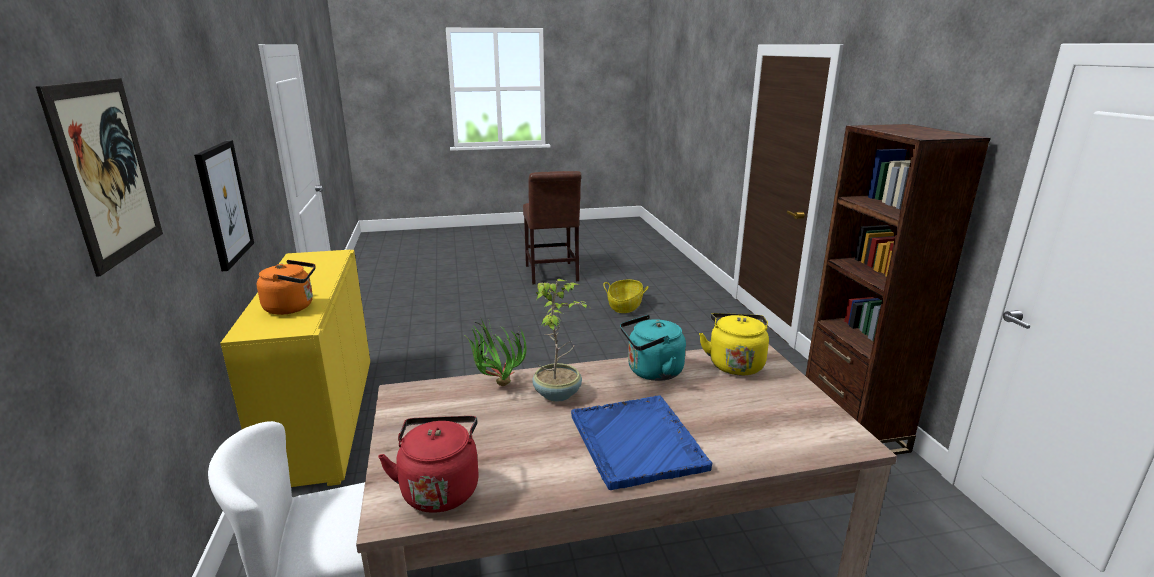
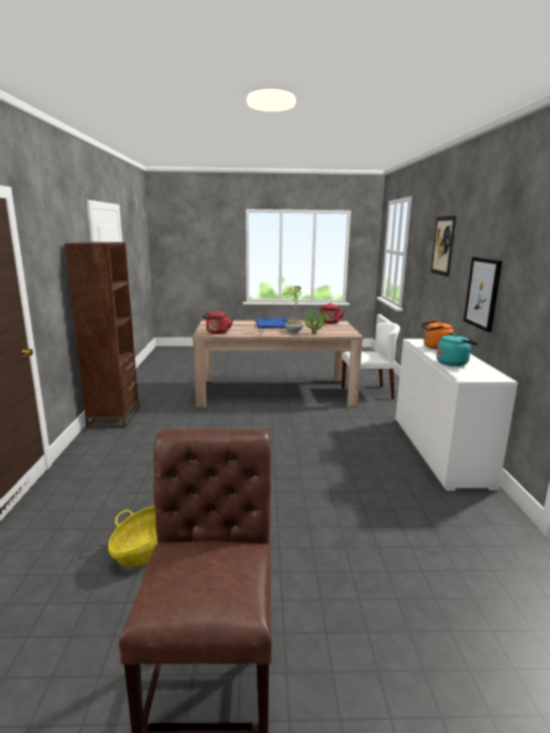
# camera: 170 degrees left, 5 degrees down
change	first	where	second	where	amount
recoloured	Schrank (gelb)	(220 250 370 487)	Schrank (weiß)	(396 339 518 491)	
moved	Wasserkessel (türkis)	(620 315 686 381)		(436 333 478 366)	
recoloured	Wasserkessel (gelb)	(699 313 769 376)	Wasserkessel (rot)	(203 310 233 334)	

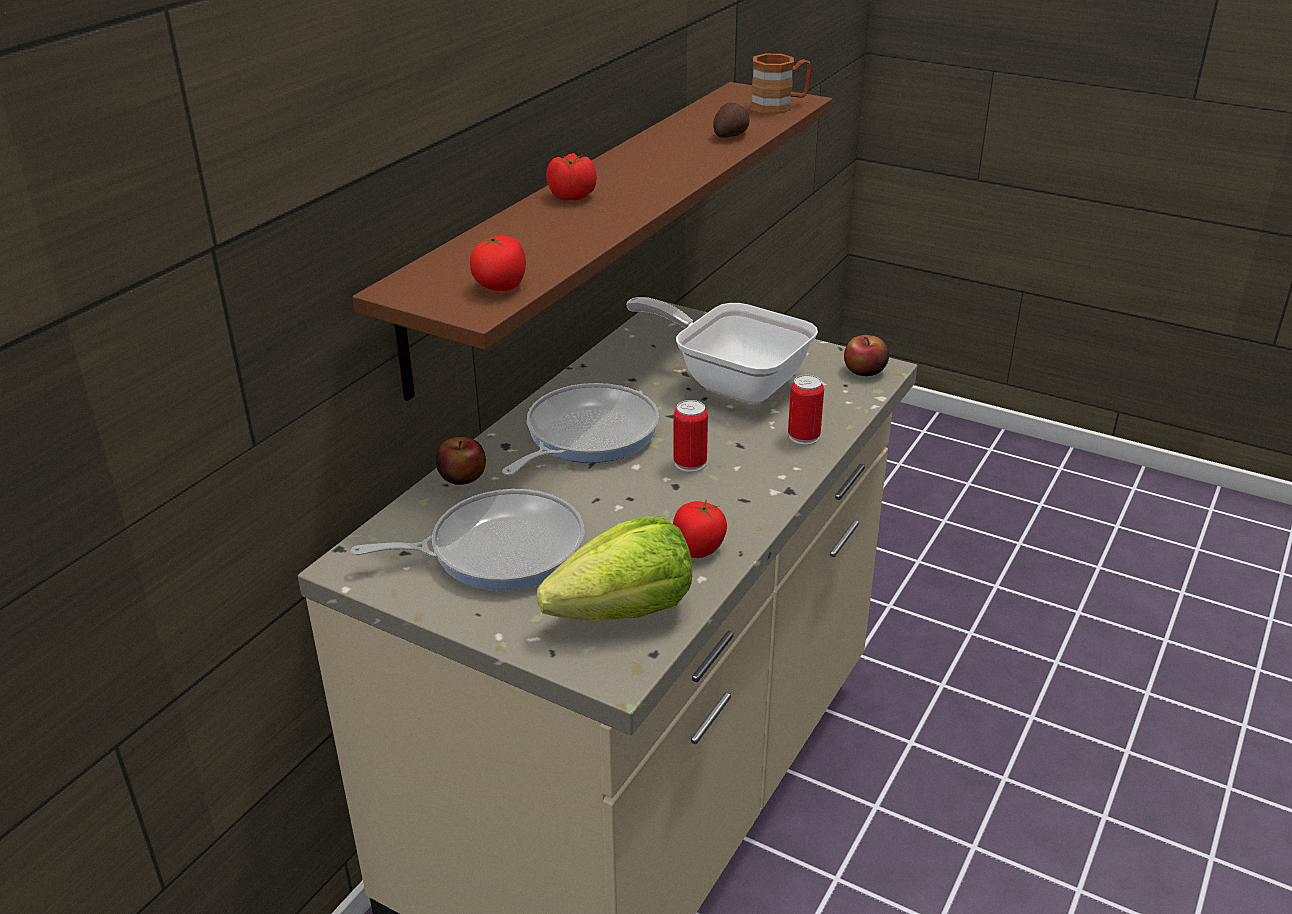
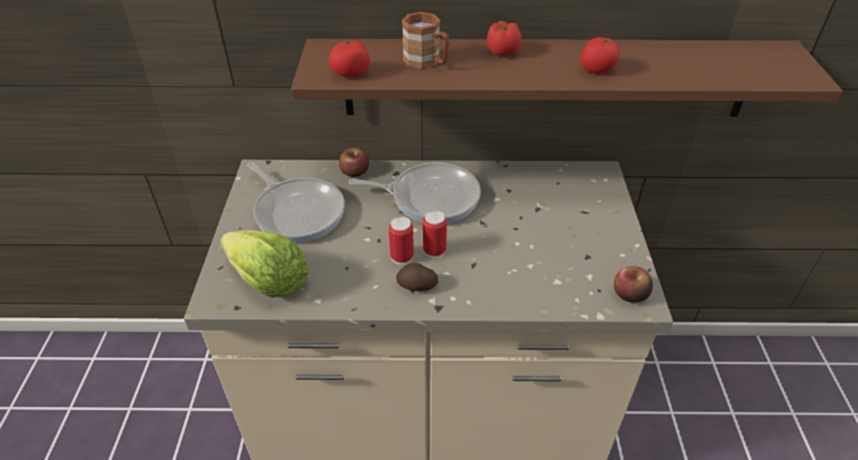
# camera: 60 degrees right, 10 degrees up
change	first	where	second	where	amount
removed	Pfanne	(626 297 818 404)			
moved	Tomate	(673 499 727 558)		(581 37 620 74)	
moved	Kartoffel	(713 103 750 138)		(396 263 438 291)	
moved	Henkelbecher (braun)	(751 54 812 114)		(402 12 449 69)	
moved	Dose	(788 375 824 445)		(389 216 414 265)	

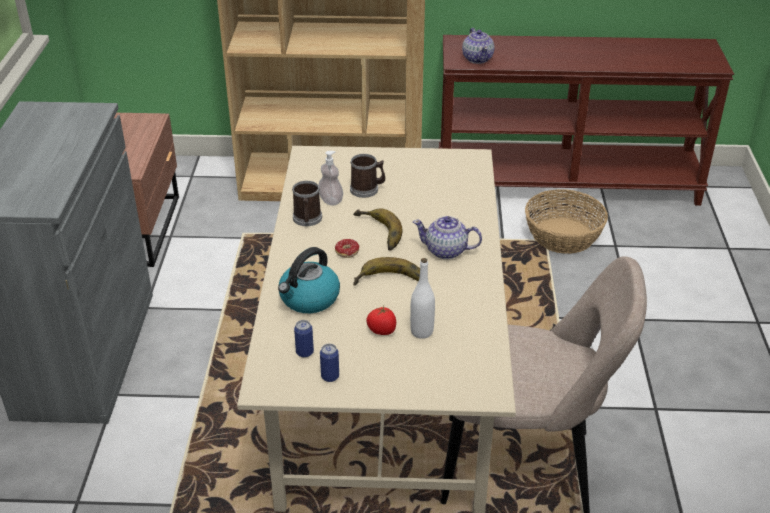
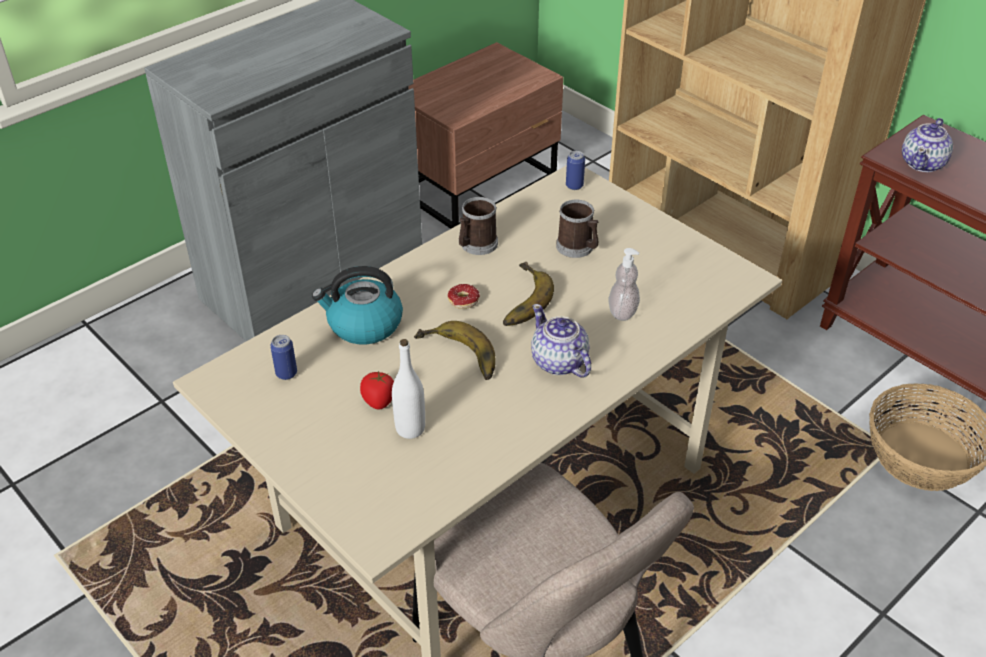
# camera: 45 degrees right, 5 degrees up
change	first	where	second	where	amount
moved	Seifenspender	(319 151 343 206)		(608 248 640 321)	
moved	Dose	(320 344 339 382)		(566 151 585 190)	

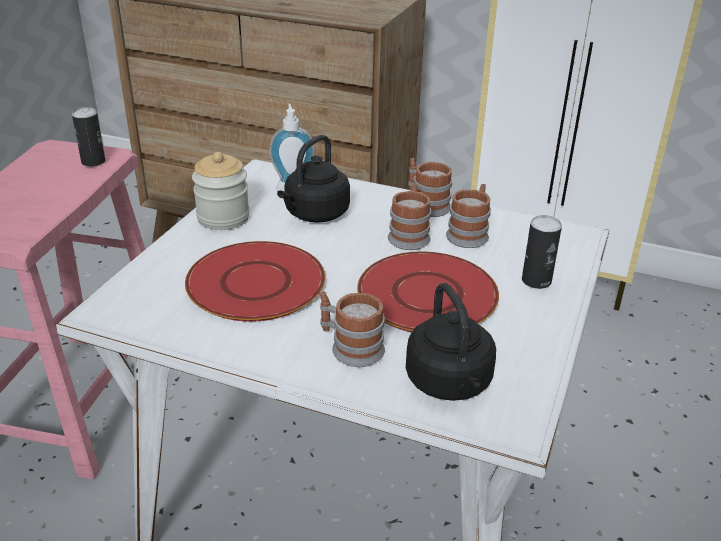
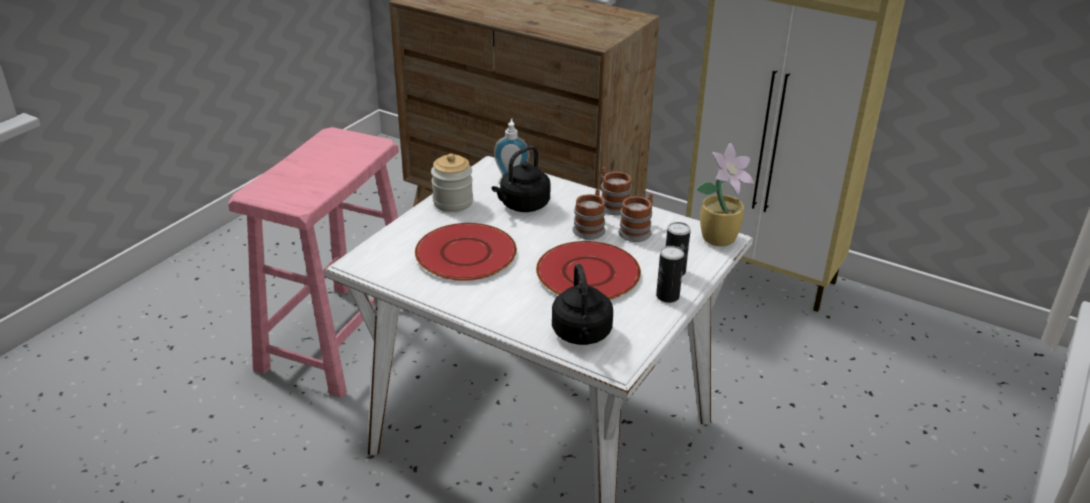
# camera: 10 degrees right, 0 degrees up
change	first	where	second	where	amount
moved	Dose	(72 107 105 167)		(656 246 684 303)	
removed	Henkelbecher	(320 291 385 367)			
added			Topfpflanze	(696 142 754 246)	

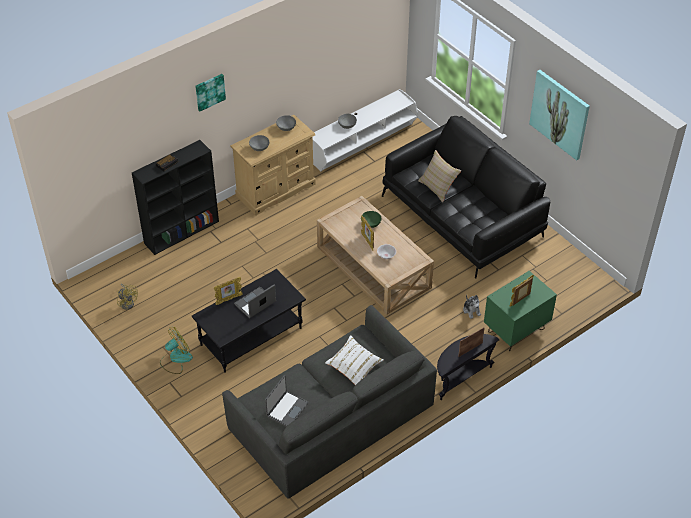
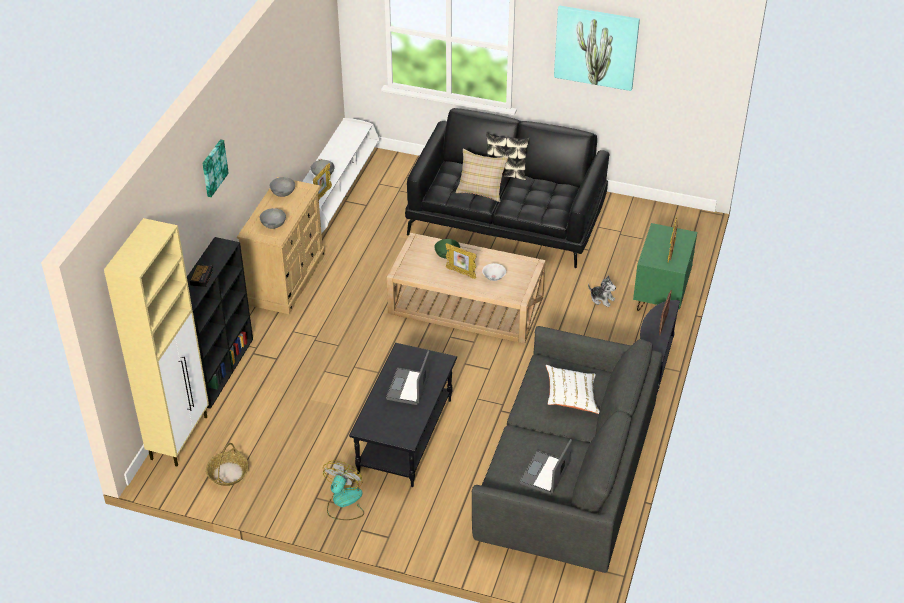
# camera: 35 degrees left, 5 degrees down
change	first	where	second	where	amount
replaced	Ventilator (gelb)	(117 283 138 310)	Korb	(206 443 249 486)	
moved	Bilderrahmen	(214 277 243 305)		(313 163 332 200)	
turned	Laptop	(265 375 308 427)		(519 439 572 495)	150 degrees counterclockwise
added			Schrank (beige)	(104 218 209 466)	
added			Kissen	(486 133 530 180)	

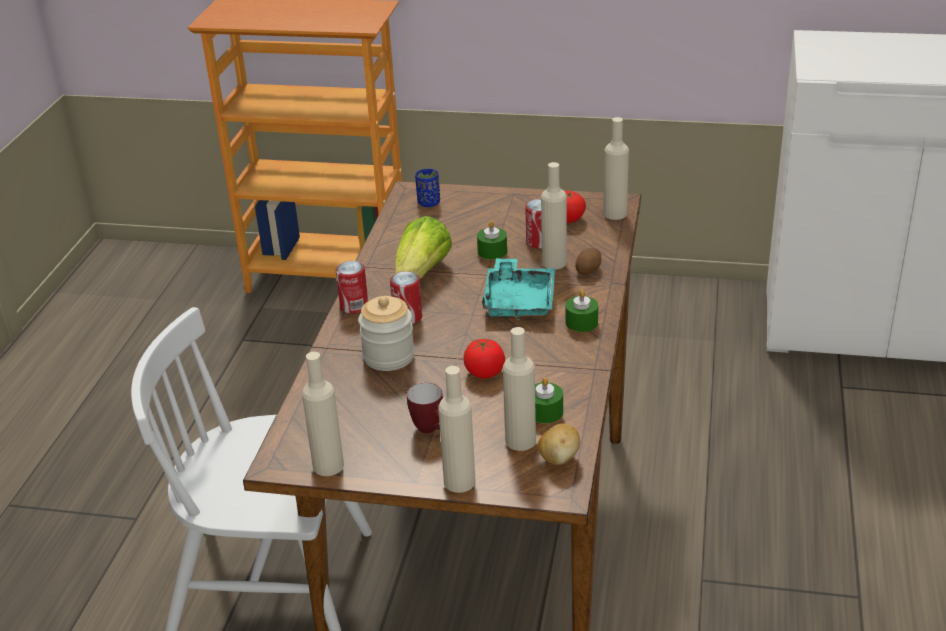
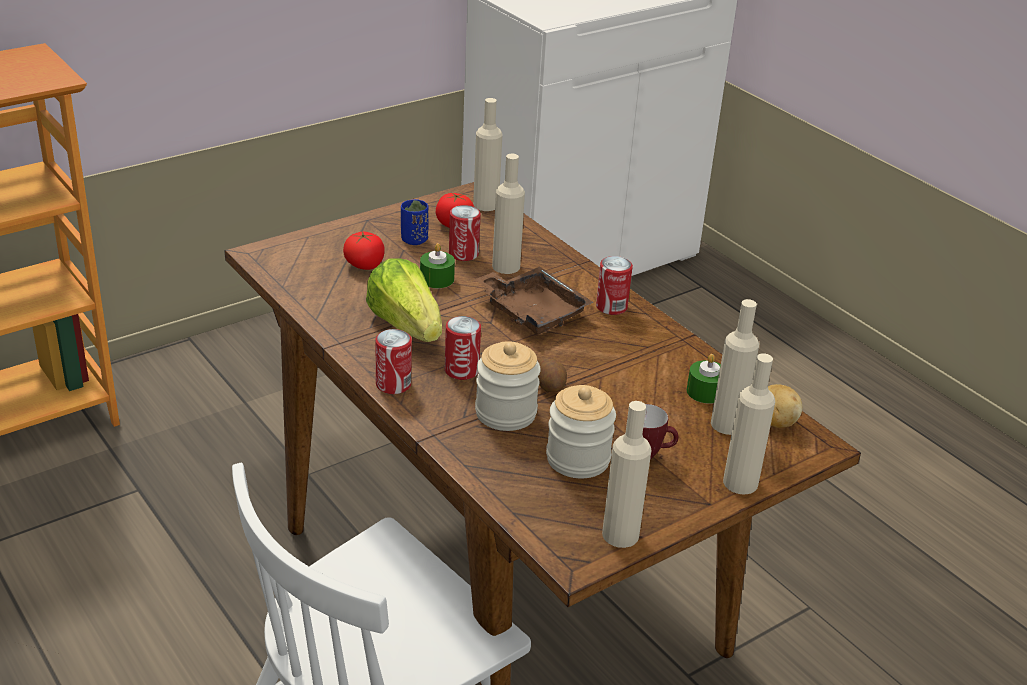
# camera: 50 degrees left, 0 degrees up
change	first	where	second	where	amount
moved	Tasse (blau)	(415 169 440 207)		(401 199 429 245)	
moved	Tomate	(464 339 505 379)		(343 231 385 270)	
recoloured	Tablett (türkis)	(482 258 555 319)	Tablett (braun)	(474 267 594 334)	
replaced	Kerze (grün)	(565 290 598 332)	Dose	(596 256 633 315)	
moved	Kartoffel	(575 248 602 274)		(538 357 567 393)	
added			Vorratsglas	(546 385 616 479)	

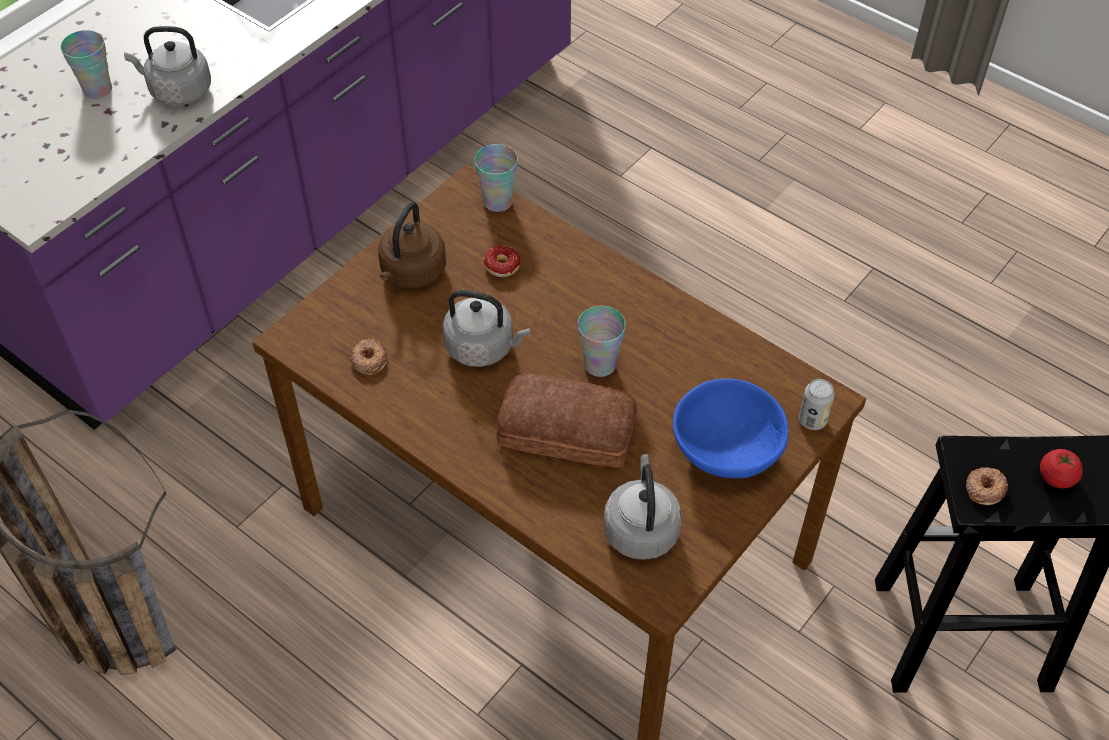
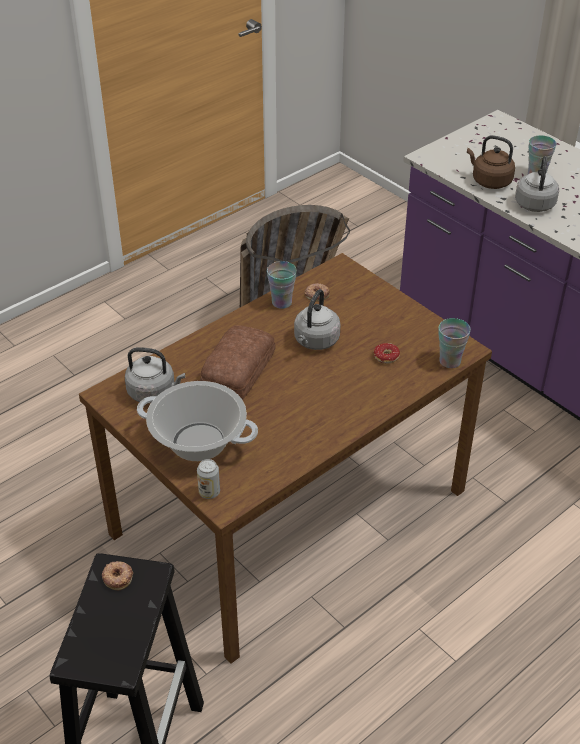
# camera: 100 degrees right, 10 degrees down
change	first	where	second	where	amount
moved	Wasserkessel (braun)	(378 202 446 289)		(467 135 515 189)	
moved	Tasse	(578 306 626 377)		(267 261 297 309)	
replaced	Schüssel (blau)	(673 379 789 478)	Kochtopf	(137 381 258 461)	
removed	Tomate	(1040 449 1083 488)			

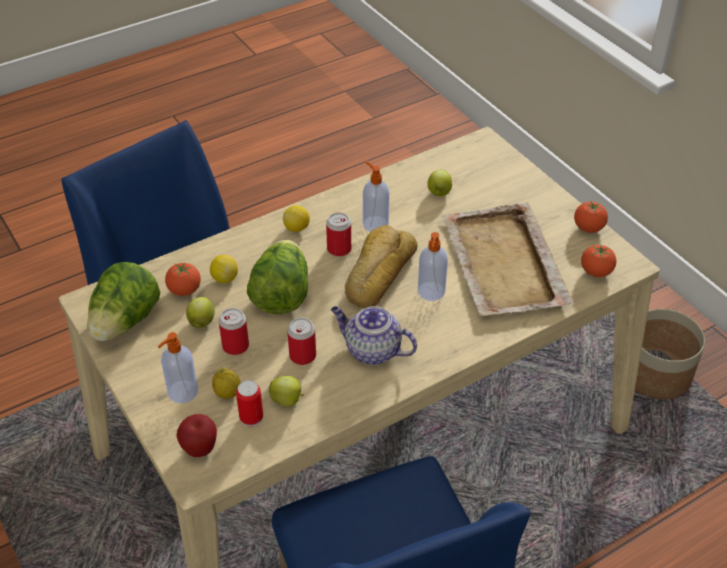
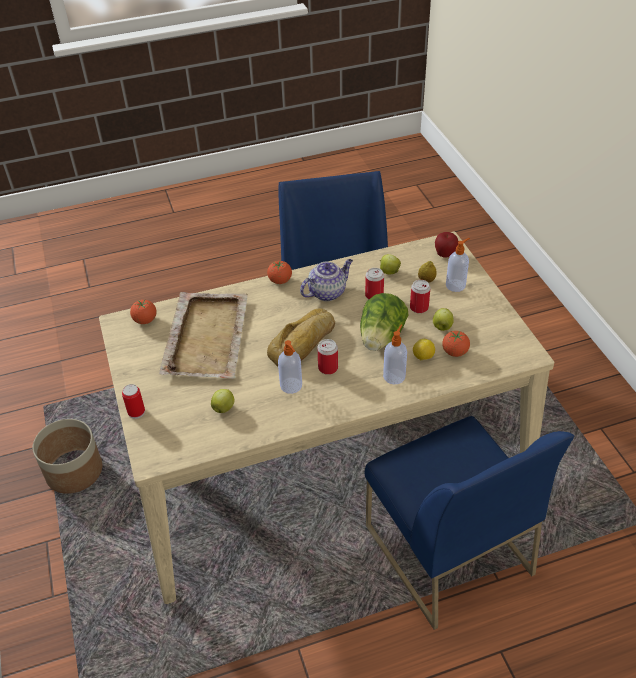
# camera: 165 degrees left, 0 degrees up
change	first	where	second	where	amount
removed	Salatkopf	(87 262 160 341)			
moved	Dose	(236 380 263 427)		(122 384 145 419)	
removed	Zitrone	(283 205 310 232)			
turned	Teekanne	(331 306 417 365)		(300 259 353 301)	75 degrees counterclockwise
moved	Seifenspender	(418 232 448 301)		(383 325 407 384)	
moved	Tomate	(574 201 608 233)		(267 261 292 284)	

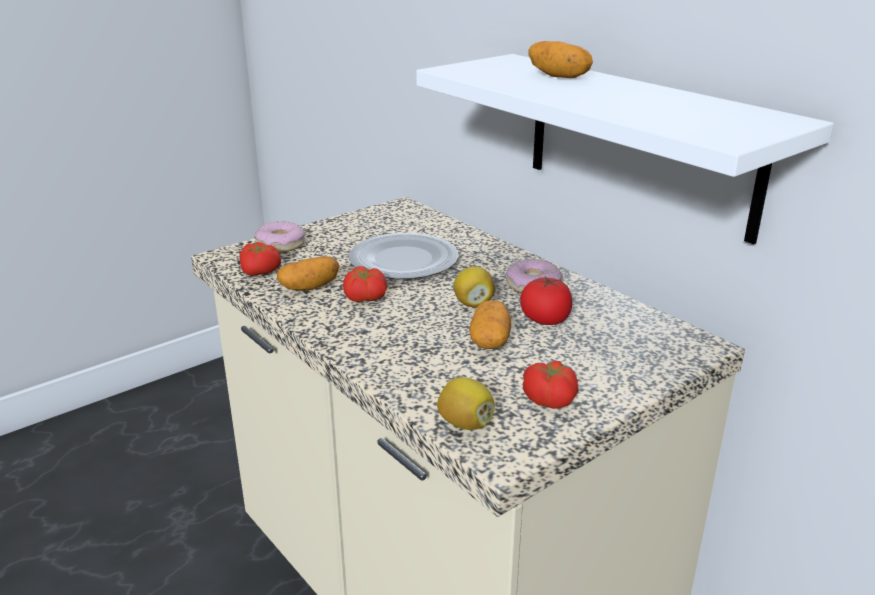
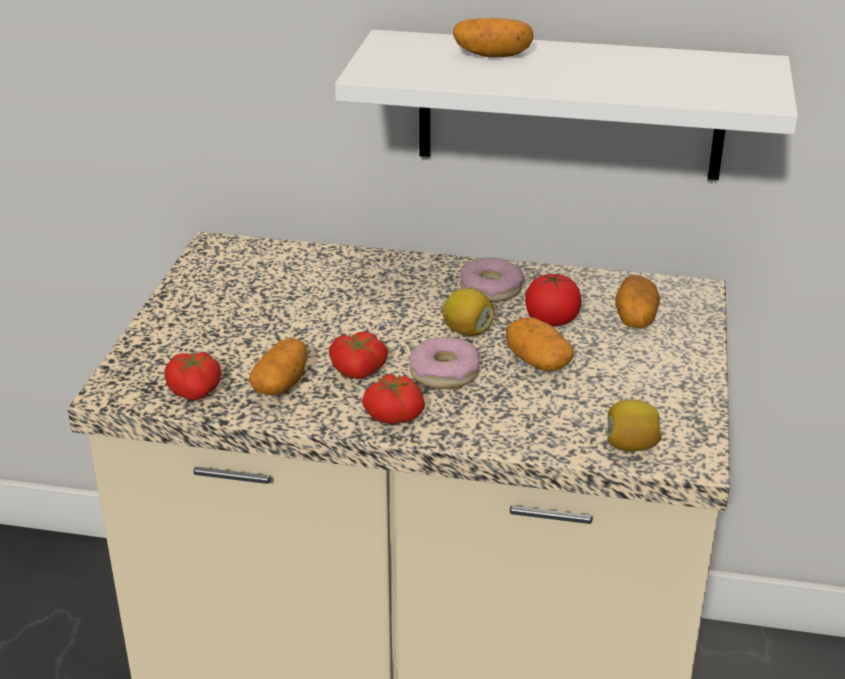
# camera: 40 degrees left, 5 degrees up
change	first	where	second	where	amount
moved	Donut	(254 221 305 253)		(409 337 480 389)	
removed	Teller	(349 233 459 279)			
moved	Tomate	(523 361 578 409)		(362 373 425 424)	
added			Kartoffel	(615 275 660 328)	

